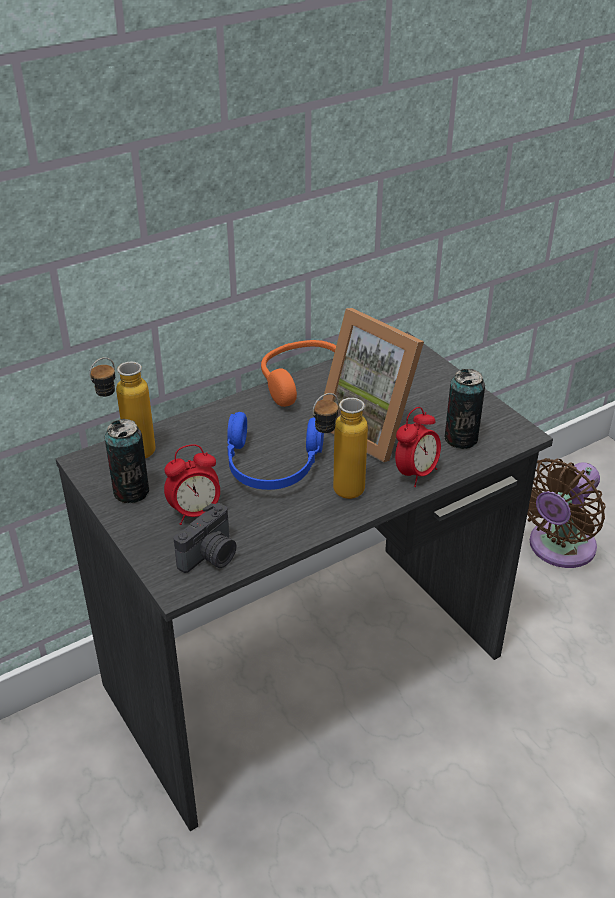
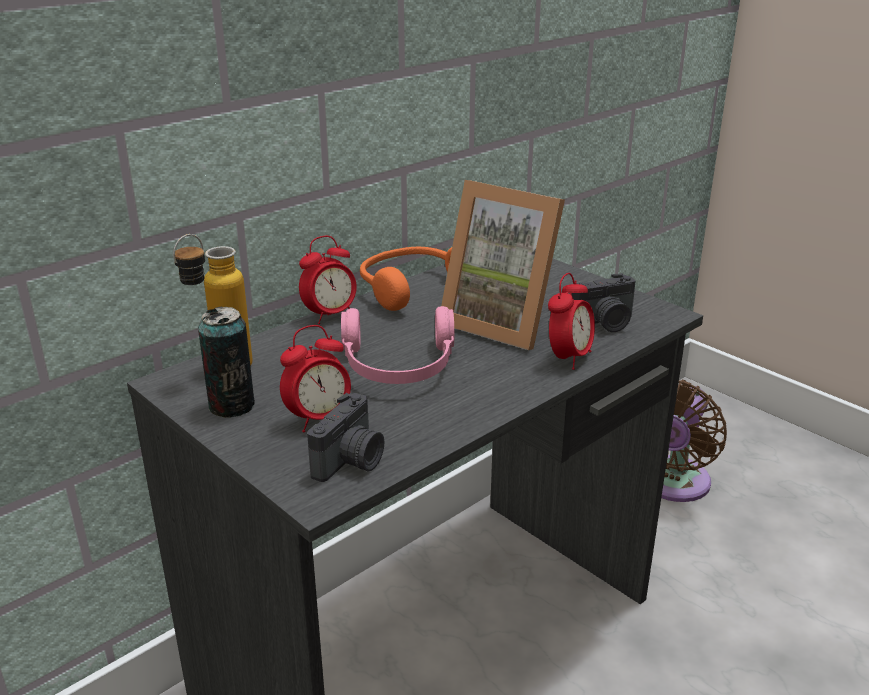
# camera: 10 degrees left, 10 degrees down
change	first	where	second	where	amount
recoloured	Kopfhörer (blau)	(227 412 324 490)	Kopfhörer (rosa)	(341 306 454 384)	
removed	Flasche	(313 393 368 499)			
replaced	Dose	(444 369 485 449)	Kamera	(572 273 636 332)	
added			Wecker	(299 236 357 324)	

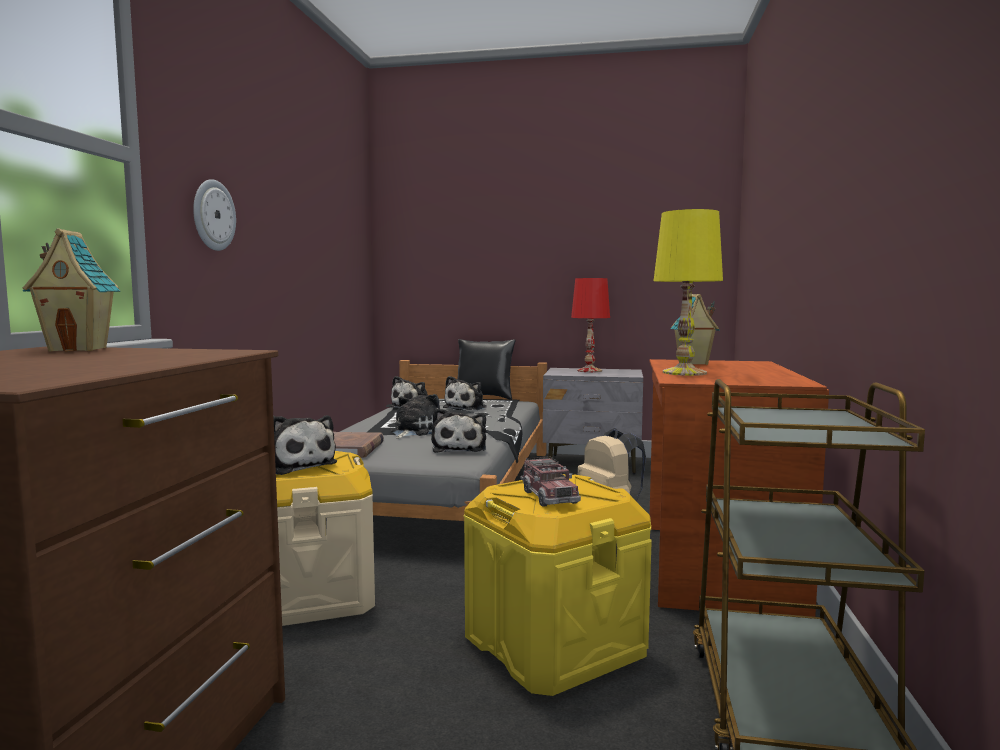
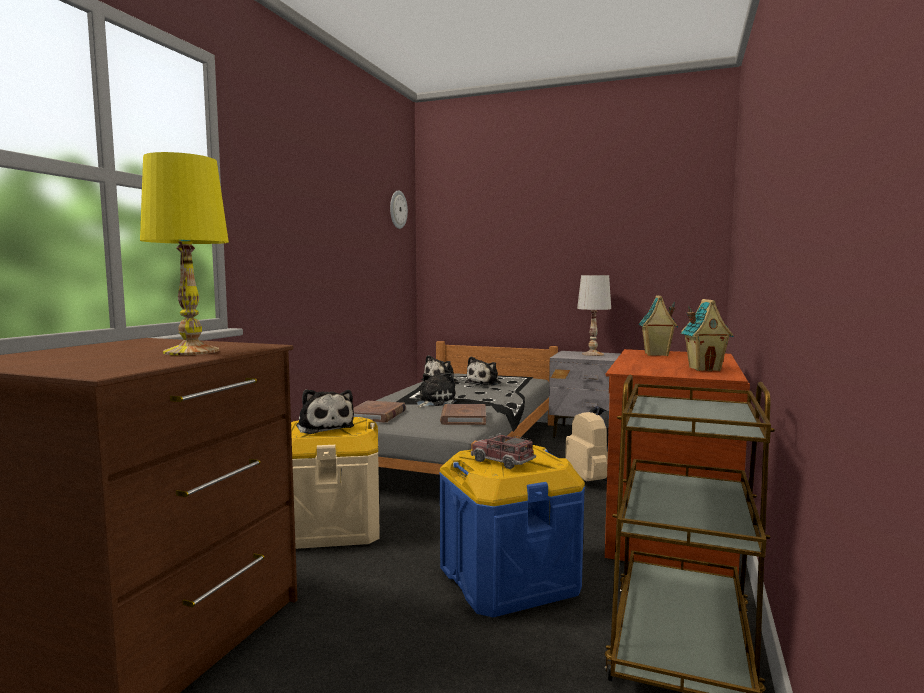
# camera: 10 degrees right, 0 degrees up
change	first	where	second	where	amount
moved	Spielzeughaus	(23 228 120 352)		(681 299 734 371)	
moved	Wanduhr	(193 179 236 251)		(390 190 408 229)	
replaced	Plüschtier	(431 408 486 453)	Buch (braun)	(440 404 486 425)	
removed	Kissen (schwarz)	(457 339 516 400)			
recoloured	Aufbewahrungsbox (gelb)	(464 474 652 696)	Aufbewahrungsbox (blau)	(439 445 585 617)	
turned	Spielzeuglaster	(520 456 581 507)		(471 433 536 469)	135 degrees clockwise
recoloured	Tischlampe (rot)	(571 278 610 372)	Tischlampe (weiß)	(577 275 611 356)	
moved	Tischlampe (gelb)	(654 209 723 376)		(140 152 229 355)	

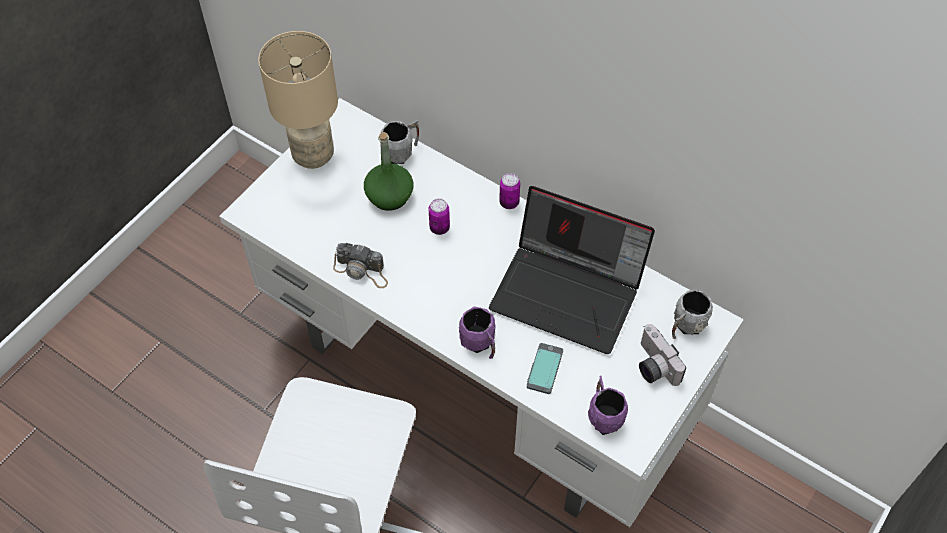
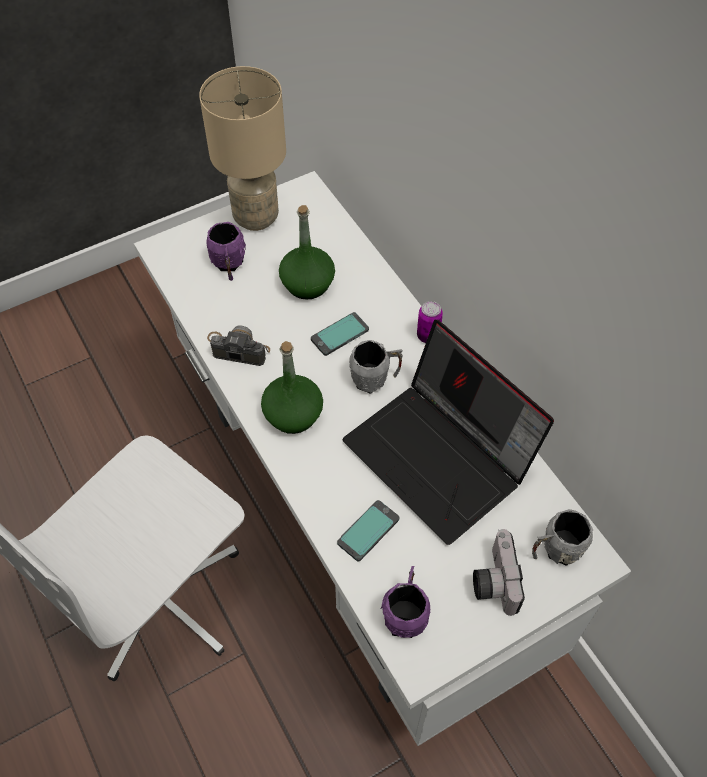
# camera: 25 degrees right, 0 degrees up
change	first	where	second	where	amount
turned	Kamera	(333 243 388 288)		(207 325 270 366)	150 degrees clockwise
moved	Henkelbecher (grau)	(381 120 419 164)		(349 340 403 394)	
replaced	Dose	(429 199 450 235)	Handy	(311 312 369 356)	
moved	Henkelbecher (lila)	(459 306 496 359)		(207 222 246 281)	
added			Flasche (grün)	(261 341 323 434)	

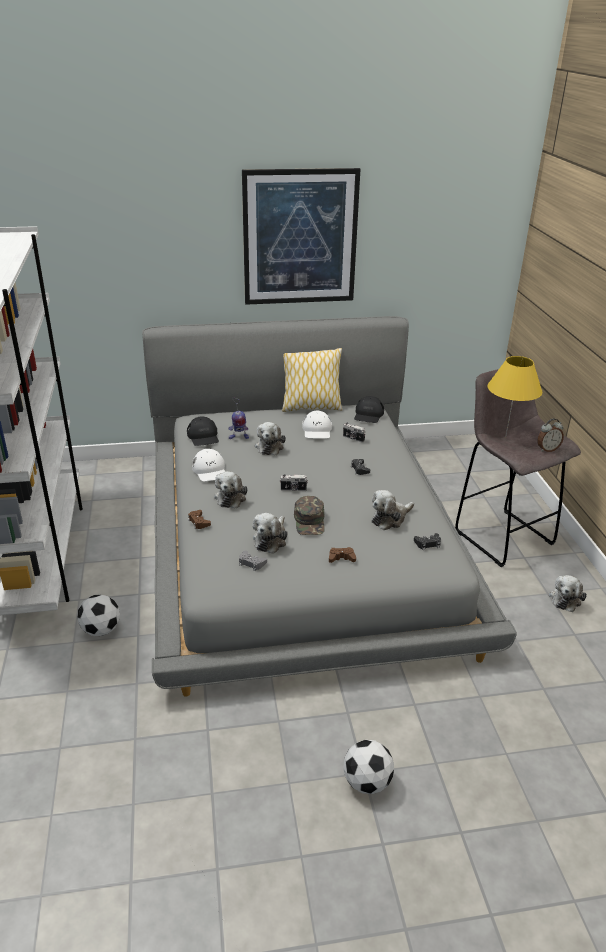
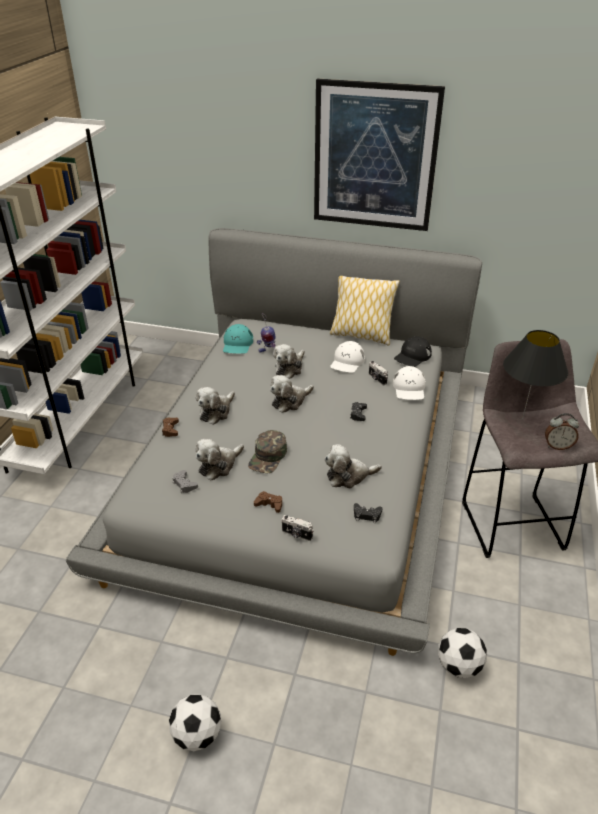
# camera: 25 degrees right, 5 degrees up
change	first	where	second	where	amount
moved	Fußball	(77 594 120 636)		(438 628 487 678)	
recoloured	Kappe (schwarz)	(187 417 219 446)	Kappe (türkis)	(223 324 253 354)	
moved	Kappe (weiß)	(192 449 225 481)		(393 366 426 400)	
moved	Kamera	(280 474 308 491)		(281 515 313 541)	
recoloured	Tischlampe (gelb)	(487 356 542 438)	Tischlampe (schwarz)	(503 330 568 420)	
moved	Plüschtier	(549 575 587 612)		(270 375 314 413)	

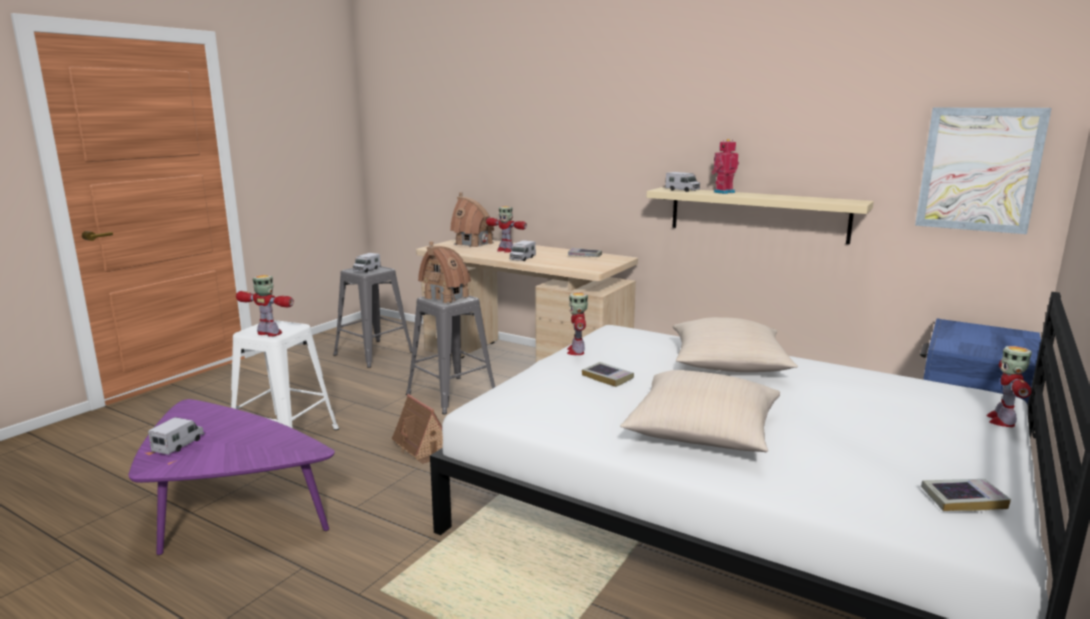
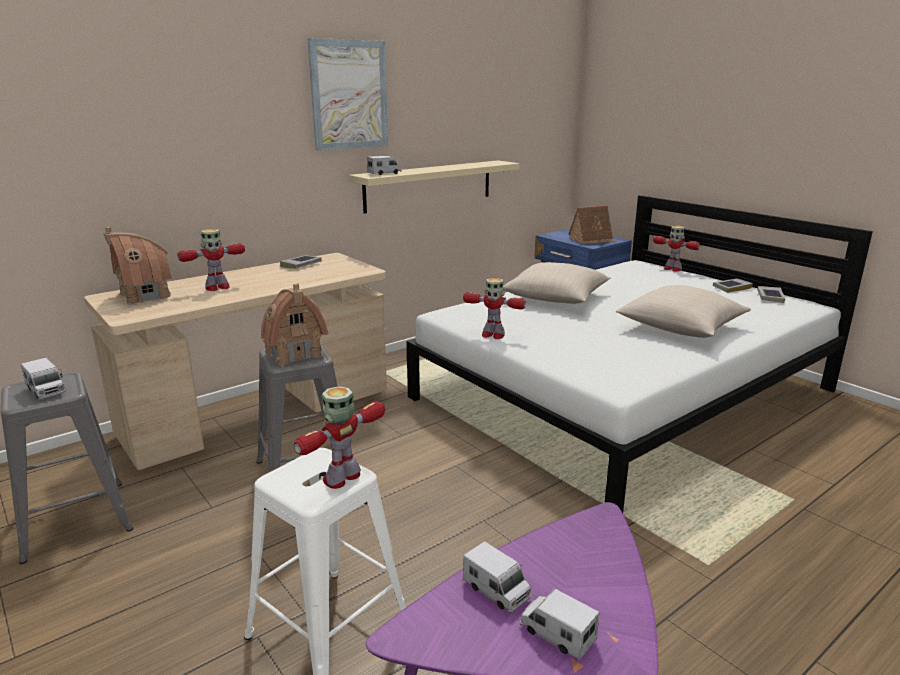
# camera: 70 degrees left, 5 degrees up
change	first	where	second	where	amount
moved	Spielzeughaus	(392 394 443 464)		(568 205 616 244)	
moved	Spielzeuglaster	(510 240 536 261)		(463 541 531 612)	
moved	Buch	(582 362 634 387)		(713 278 753 293)	
removed	Spielzeugroboter	(711 139 739 194)			
moved	Bild	(915 108 1052 234)		(308 38 388 151)	

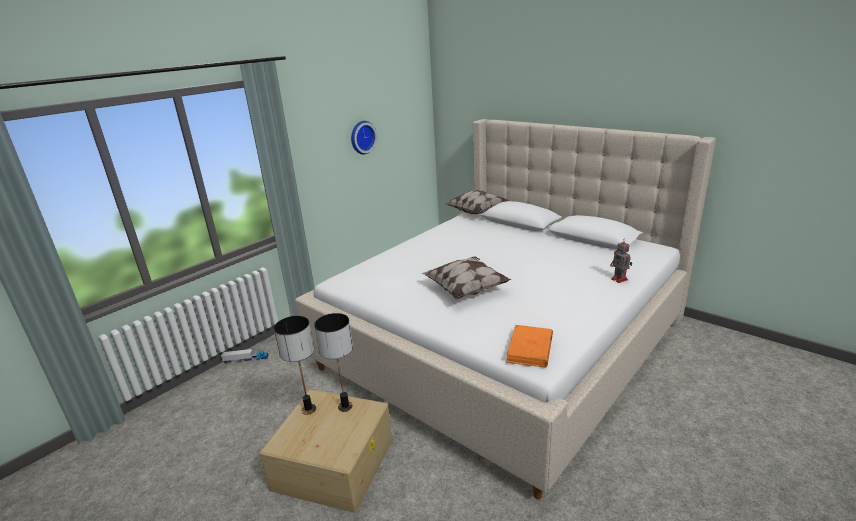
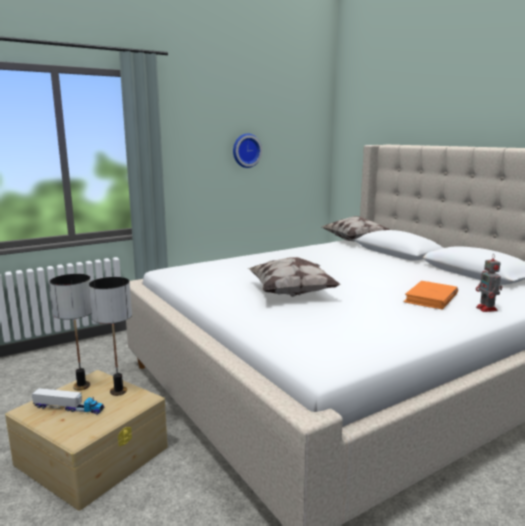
# camera: 15 degrees right, 10 degrees down
change	first	where	second	where	amount
moved	Spielzeuglaster	(221 349 269 364)		(32 388 105 415)	
moved	Buch (orange)	(506 325 553 367)		(403 281 458 310)	

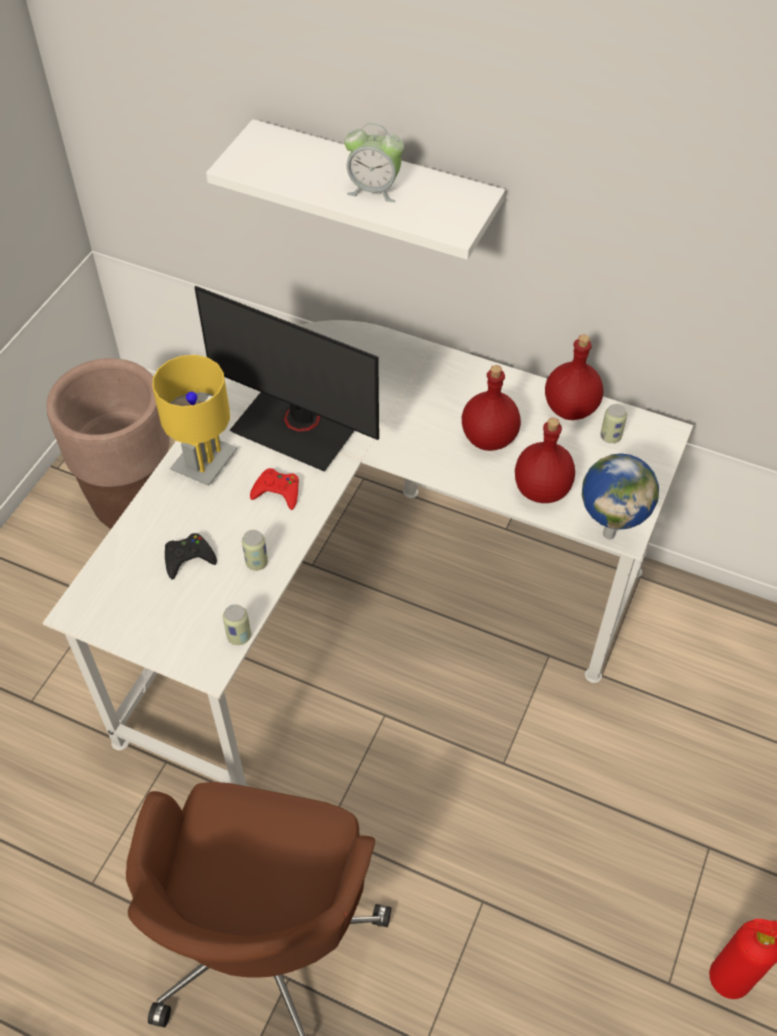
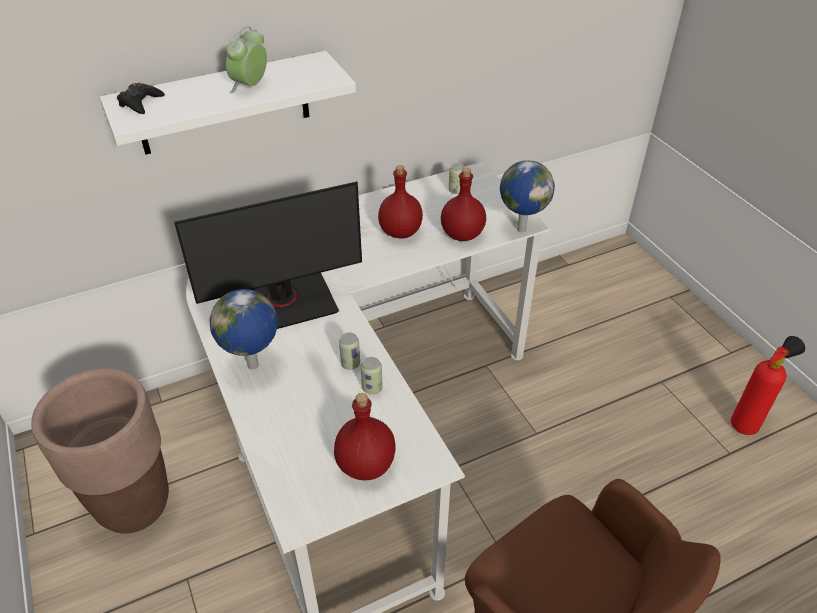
# camera: 50 degrees left, 10 degrees down
change	first	where	second	where	amount
replaced	Tischlampe (gelb)	(153 355 238 486)	Globus	(210 289 278 369)	
moved	Gamepad (schwarz)	(165 533 217 580)		(117 83 165 114)	
moved	Dose	(223 604 251 645)		(339 332 360 370)	
removed	Gamepad (rot)	(250 468 299 510)			
turned	Wecker	(344 123 404 202)		(226 26 267 94)	150 degrees clockwise
moved	Flasche (rot)	(545 335 603 420)		(334 393 396 480)	

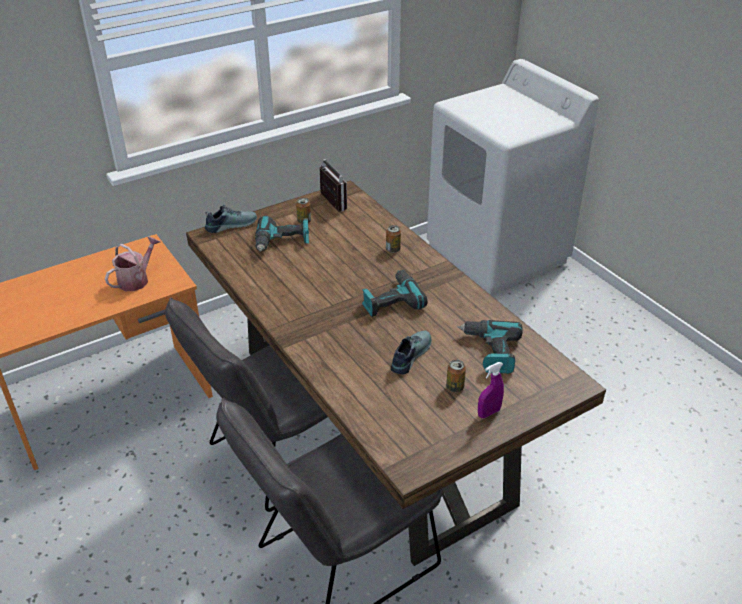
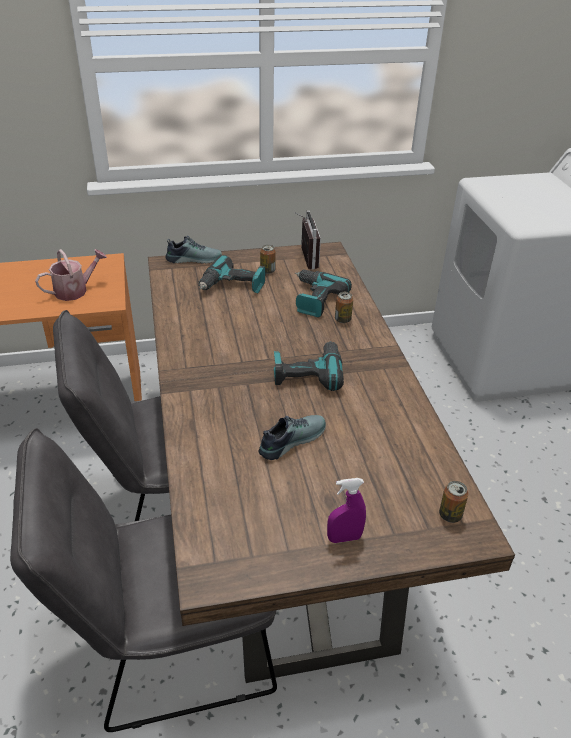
# camera: 20 degrees right, 0 degrees up
change	first	where	second	where	amount
moved	Dose	(446 360 466 392)		(439 481 468 523)	
moved	Bohrmaschine	(457 320 523 374)		(295 269 352 317)	

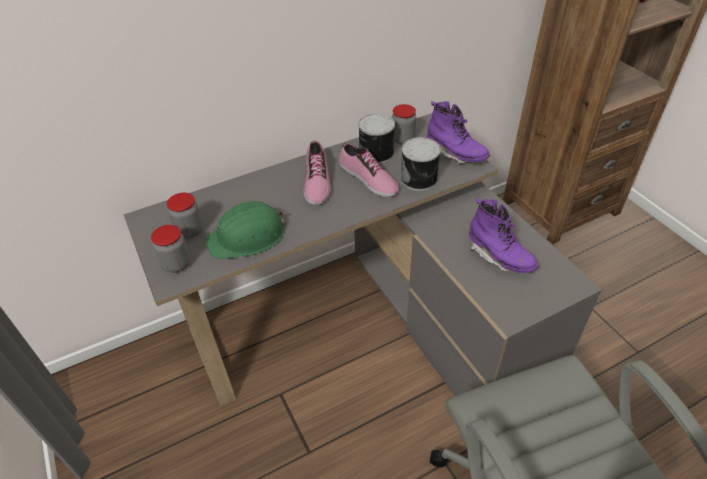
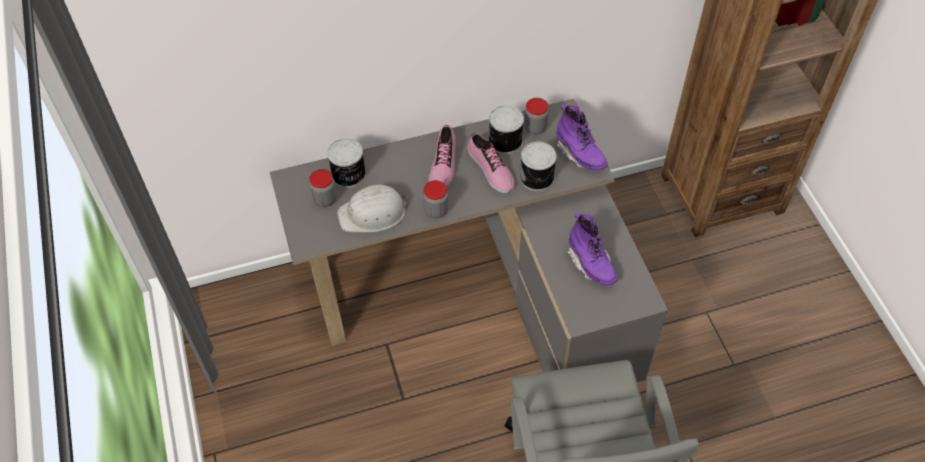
# camera: 10 degrees right, 10 degrees up
change	first	where	second	where	amount
moved	Vorratsglas	(151 225 190 273)		(423 180 448 218)	
recoloured	Schutzhelm (grün)	(205 201 286 259)	Schutzhelm (weiß)	(337 185 408 233)	
added			Dose	(327 138 366 188)	

